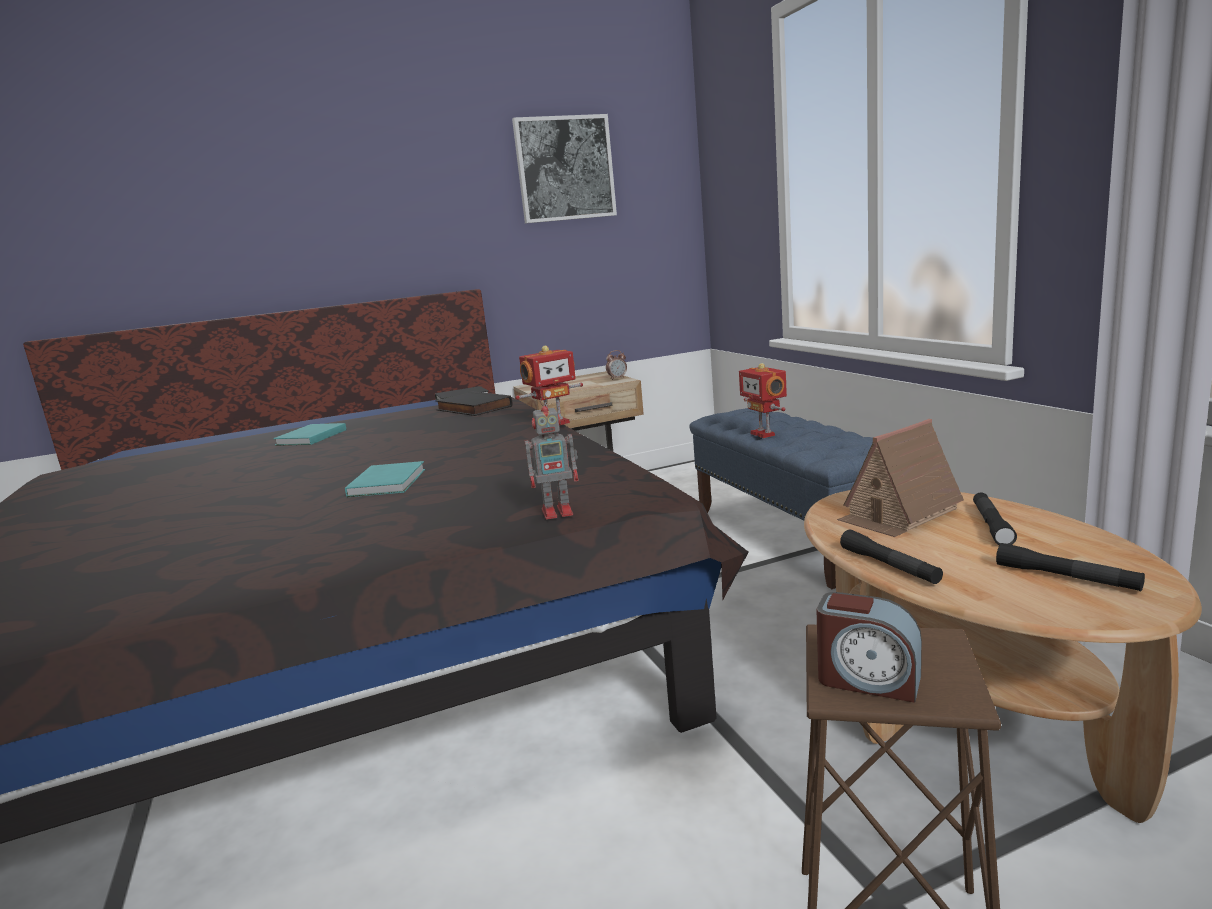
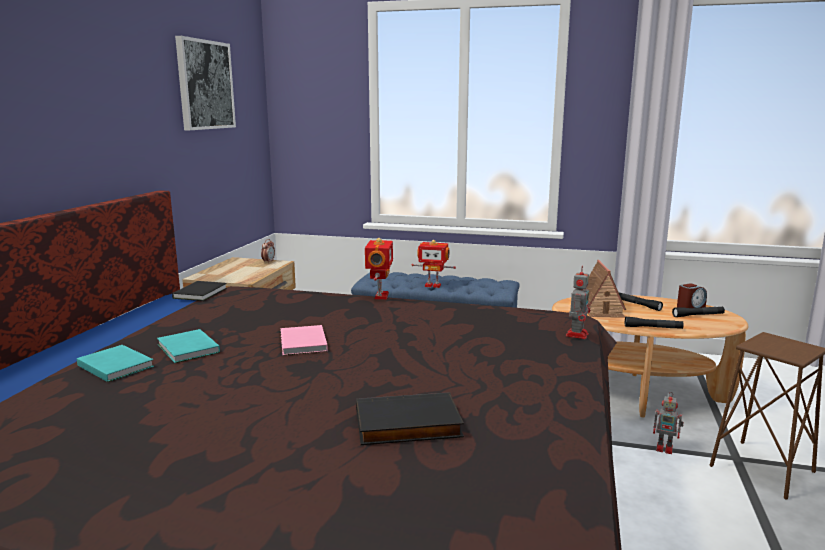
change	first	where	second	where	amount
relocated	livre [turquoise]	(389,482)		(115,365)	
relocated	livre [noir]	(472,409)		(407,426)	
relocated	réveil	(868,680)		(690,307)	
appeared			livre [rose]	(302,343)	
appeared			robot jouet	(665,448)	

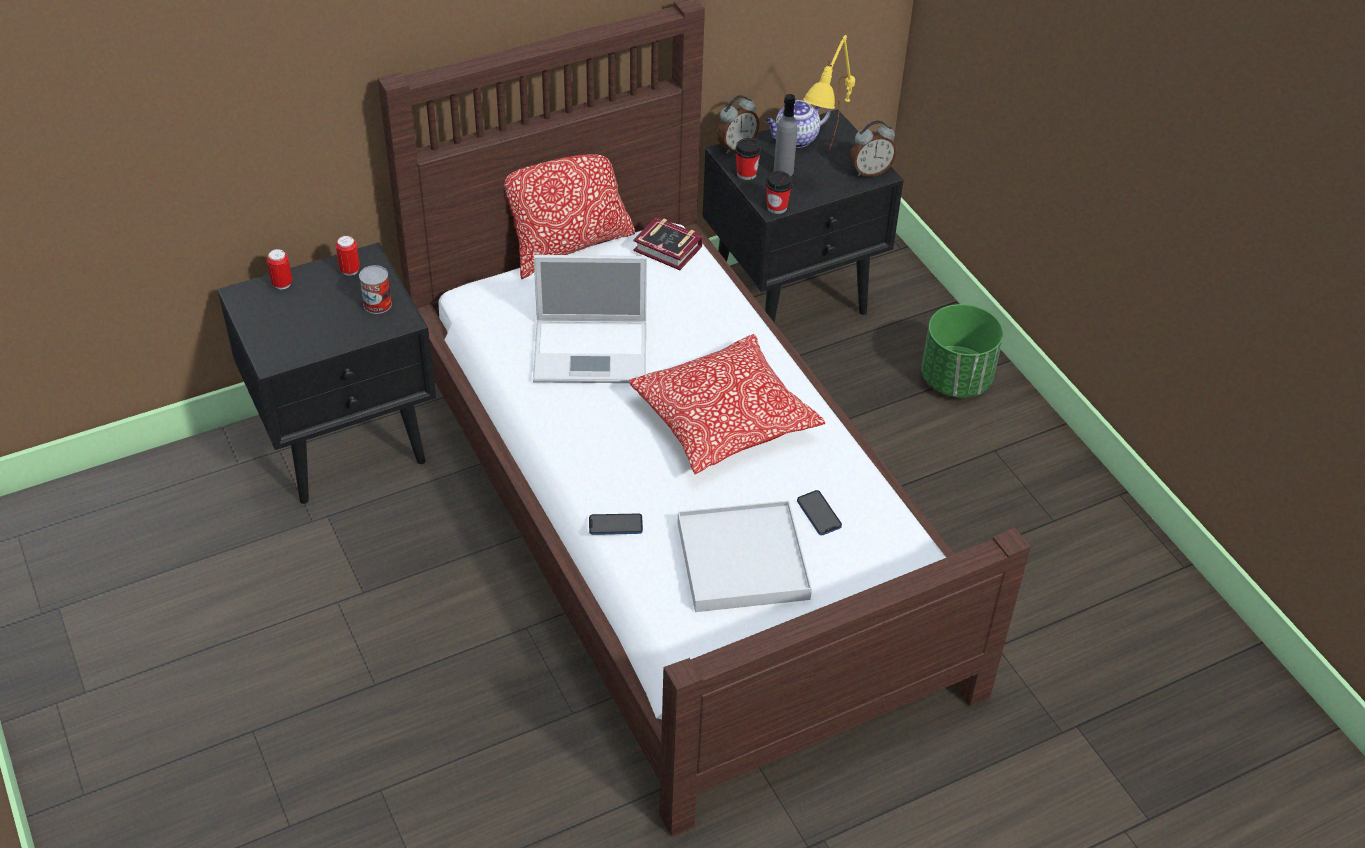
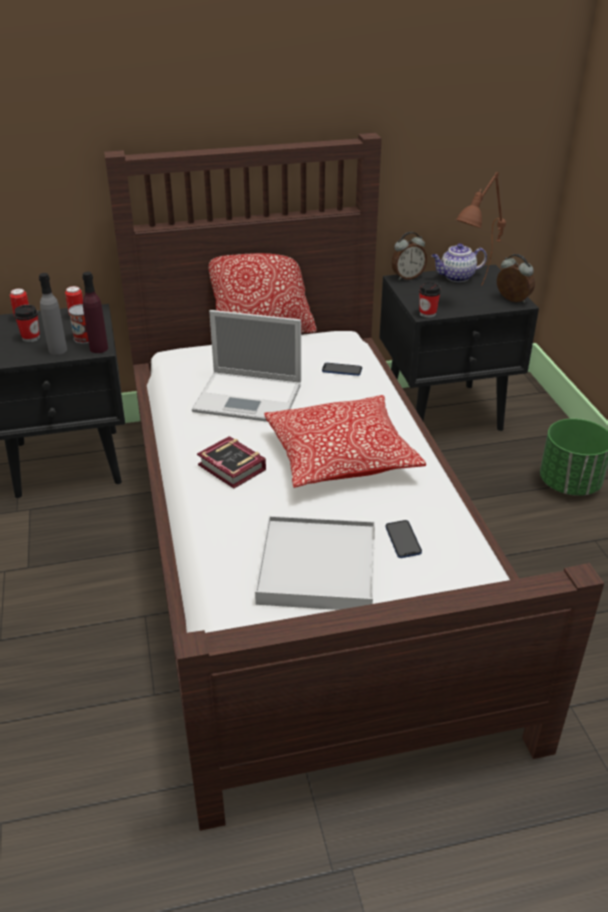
change	first	where	second	where	amount
relocated	téléphone	(615,525)		(342,370)	
relocated	livre	(669,250)		(232,469)	
relocated	tasse	(746,173)		(31,338)	
relocated	bouteille [gris]	(783,171)		(57,350)	
colour	lampe de table [jaune]	(825,171)	lampe de table [marron]	(474,297)	
spun	réveil	(870,171)		(512,300)	135 degrees counterclockwise
appeared			bouteille [violet]	(99,348)	

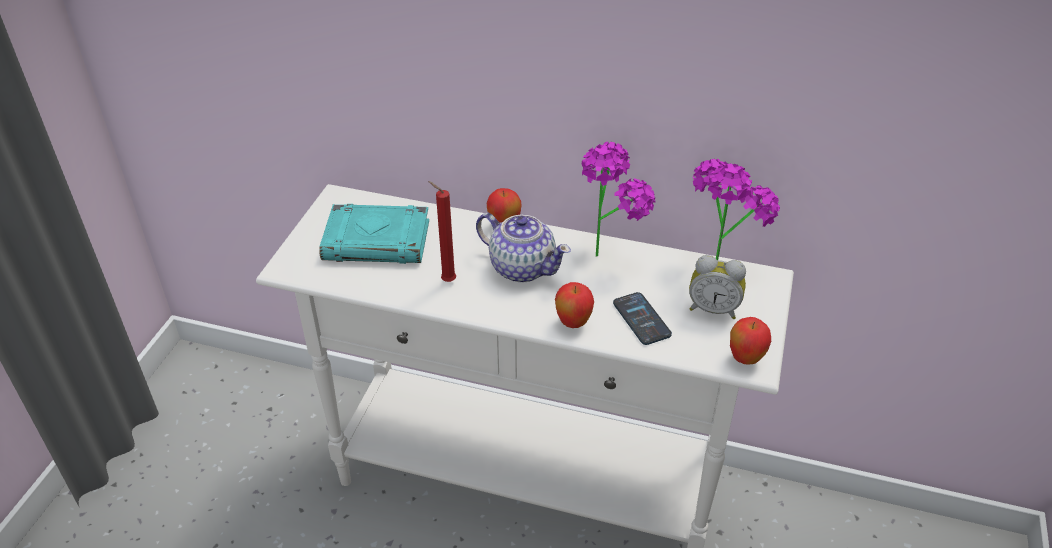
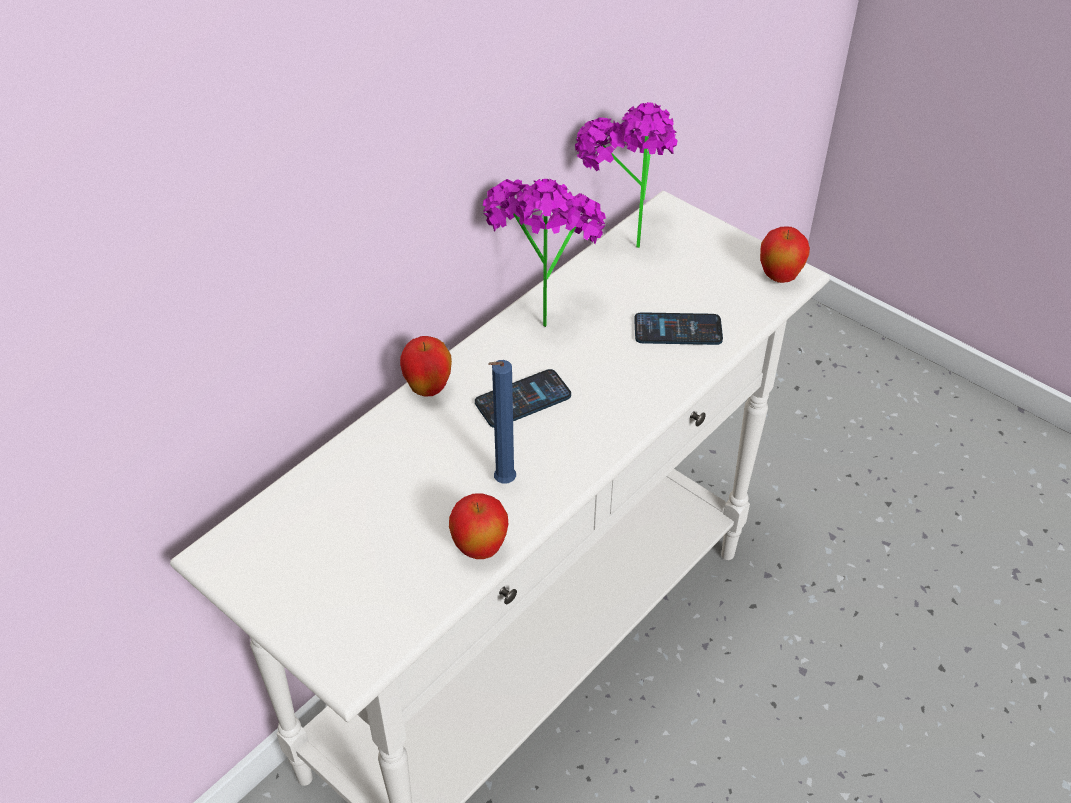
change	first	where	second	where	amount
missing	livre [turquoise]	(378,241)			
colour	bougie [rouge]	(446,281)	bougie [bleu]	(502,483)	
exchanged	théière	(522,267)	téléphone	(523,399)	
relocated	pomme	(573,323)		(480,549)	
missing	réveil	(713,309)			

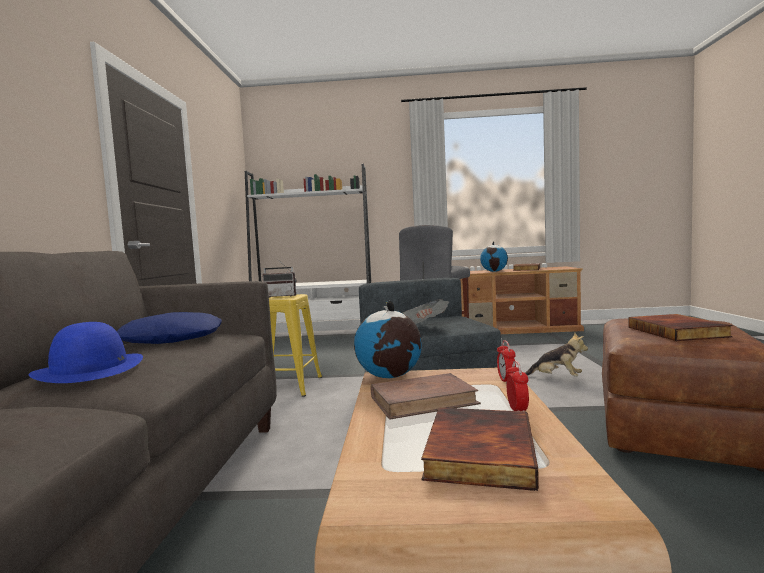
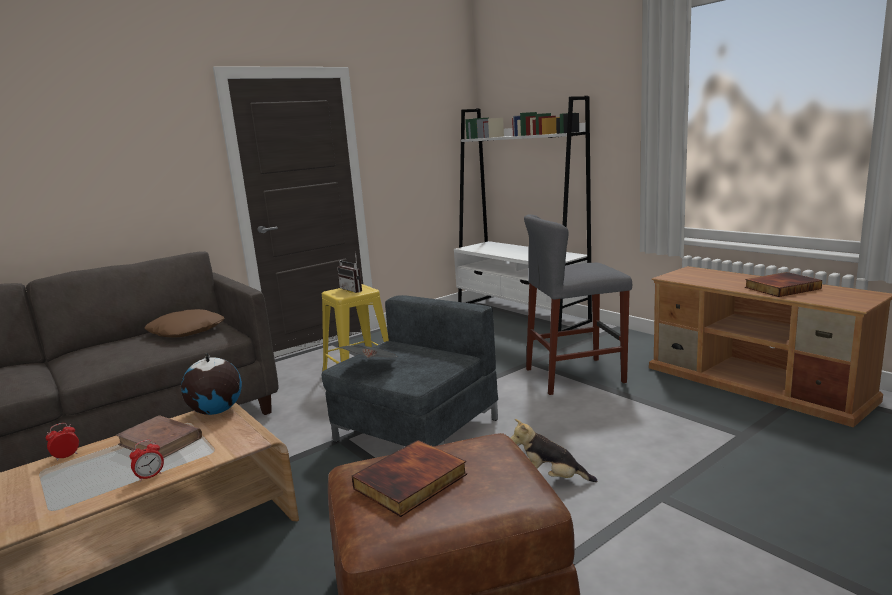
change	first	where	second	where	amount
missing	chapeau [bleu]	(90,369)			
colour	coussin [bleu]	(173,339)	coussin [marron]	(187,331)	
missing	livre	(477,451)			
missing	globe	(494,271)			
relocated	réveil	(506,381)		(66,456)	
spun	peluche	(556,378)		(551,478)	120 degrees clockwise

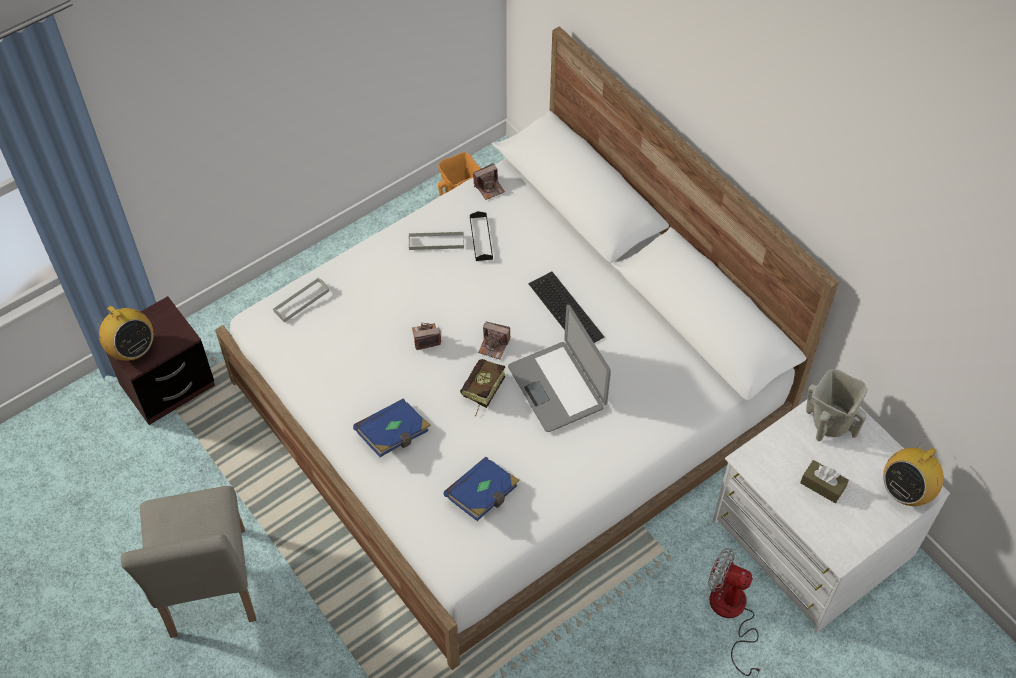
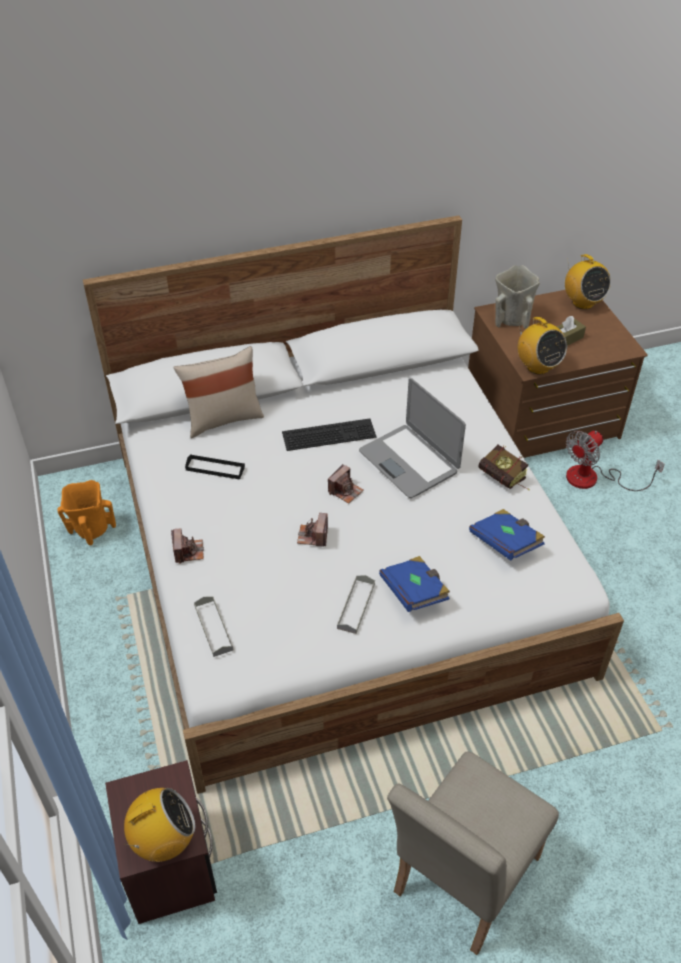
change	first	where	second	where	amount
spun	chaise [beige]	(208,591)		(459,883)	120 degrees clockwise
relocated	plateau [gris]	(436,242)		(356,606)	
relocated	livre	(481,393)		(505,480)	
relocated	appareil photo	(489,187)		(188,551)	
spun	ordinateur portable	(557,387)		(409,461)	60 degrees clockwise
colour	commode [blanc]	(810,539)	commode [marron]	(542,416)	
appeared			coussin [beige]	(223,418)	
appeared			radio	(537,367)	

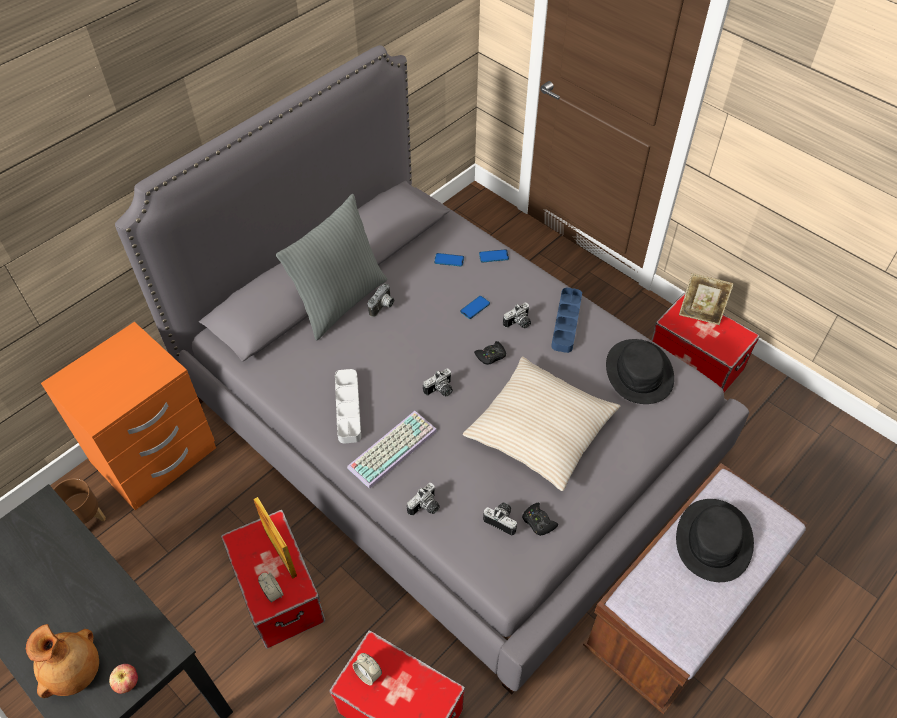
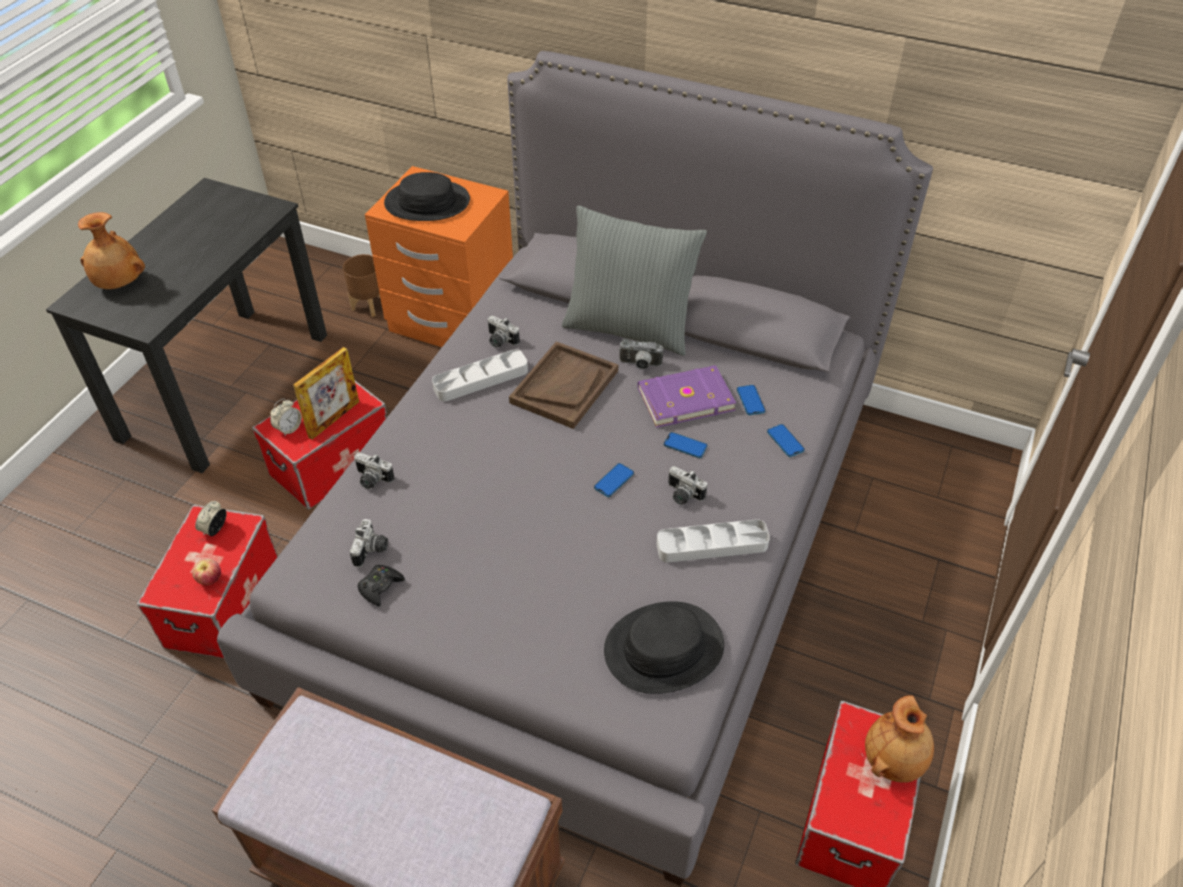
change	first	where	second	where	amount
relocated	pomme	(127,683)		(210,580)	
missing	clavier	(392,447)			
relocated	appareil photo	(440,390)		(499,341)	
missing	coussin [beige]	(540,430)			
exchanged	manette [noir]	(491,356)	téléphone	(614,481)	
colour	plateau [bleu]	(566,322)	plateau [gris]	(712,545)	
relocated	chapeau [noir]	(714,541)		(427,203)	
exchanged	cadre photo	(700,314)	vase [marron]	(894,761)	
appeared			plateau [marron]	(564,386)	
appeared			livre [violet]	(684,398)	

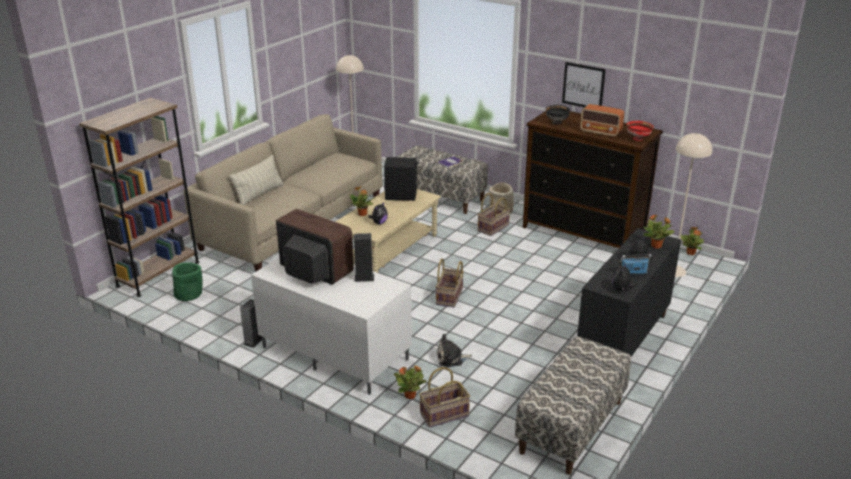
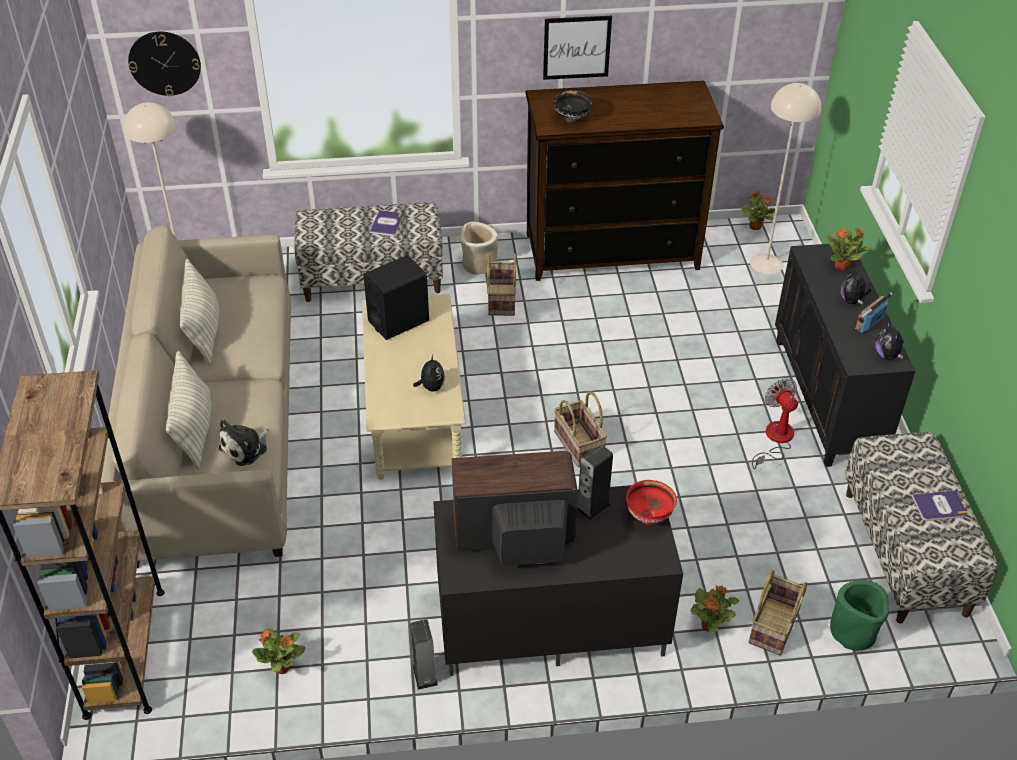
change	first	where	second	where	amount
relocated	cache-pot [vert]	(188,295)		(854,632)	
colour	meuble télé [blanc]	(333,353)	meuble télé [noir]	(549,624)	
relocated	plante en pot	(362,214)		(283,667)	
relocated	peluche	(451,358)		(246,448)	
missing	radio	(601,132)			
relocated	bol [rouge]	(638,139)		(648,516)	
appeared			horloge murale	(164,63)	
appeared			coussin	(204,330)	
appeared			ventilateur	(775,440)	
appeared			livre	(939,506)	

